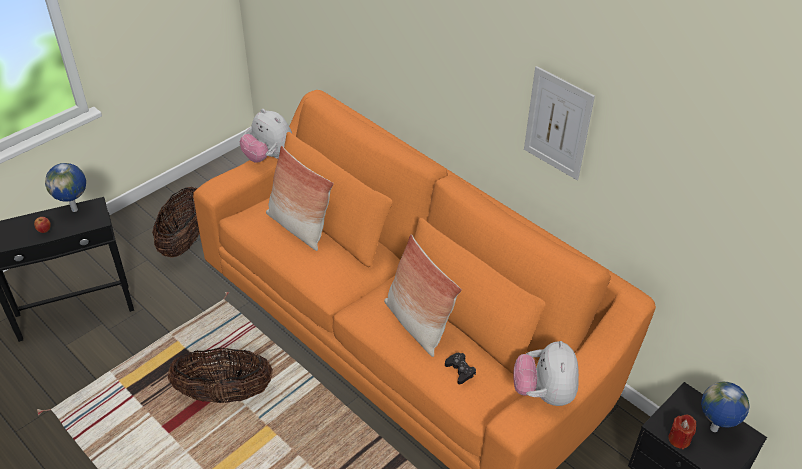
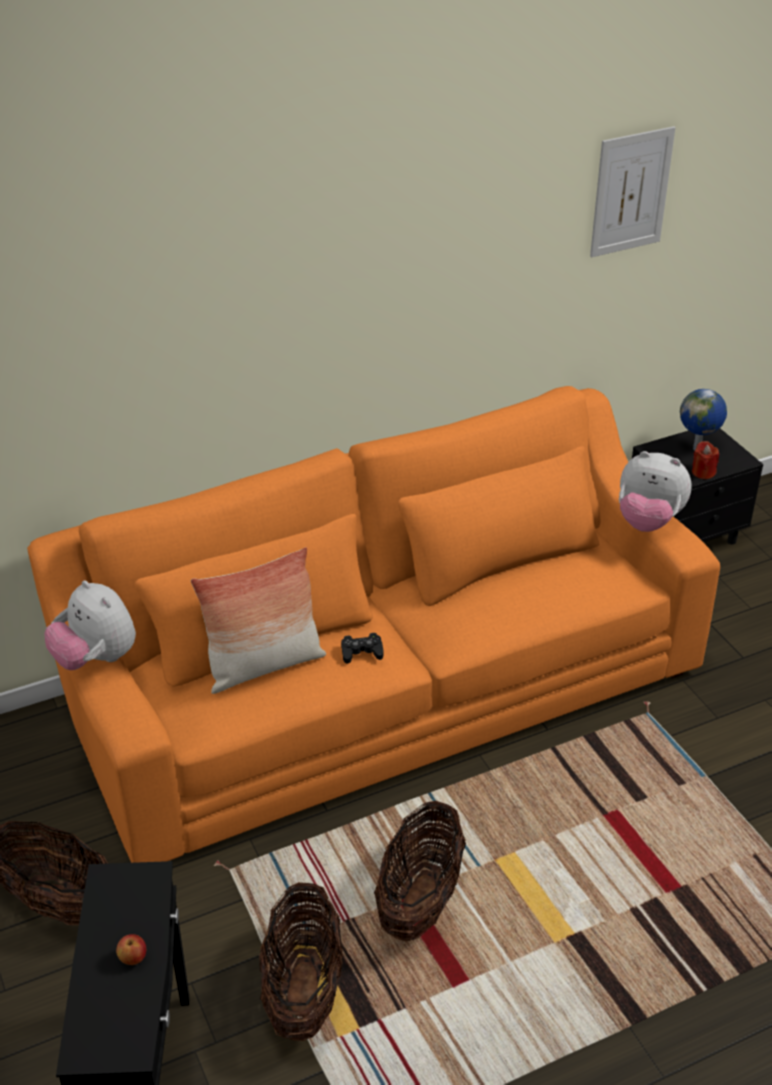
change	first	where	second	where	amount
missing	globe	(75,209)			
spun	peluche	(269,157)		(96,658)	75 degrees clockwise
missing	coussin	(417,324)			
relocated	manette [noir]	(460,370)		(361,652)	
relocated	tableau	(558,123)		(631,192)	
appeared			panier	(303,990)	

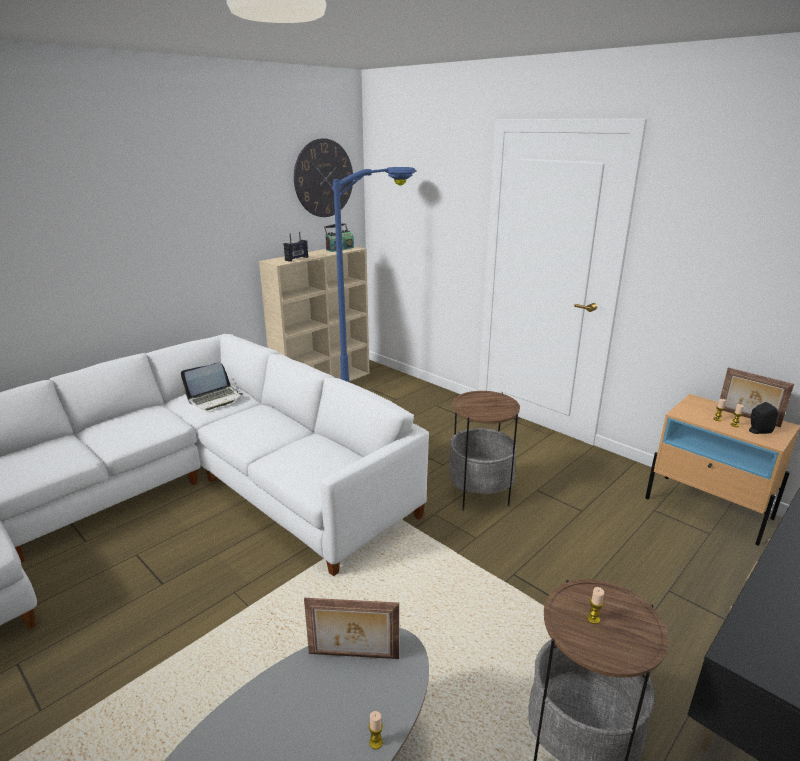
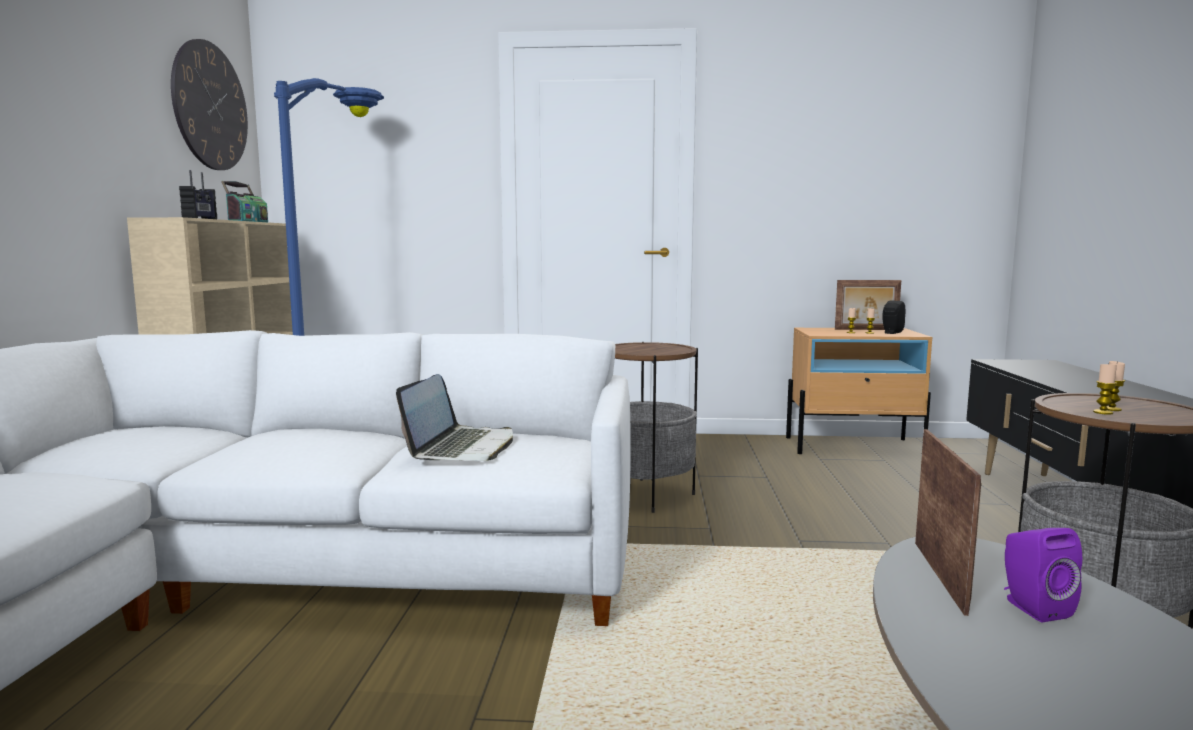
change	first	where	second	where	amount
relocated	ordinateur portable	(215,399)		(462,447)	
spun	cadre photo	(353,657)		(942,575)	45 degrees counterclockwise
relocated	bougie	(376,742)		(1103,412)	
appeared			enceinte [violet]	(1032,607)	

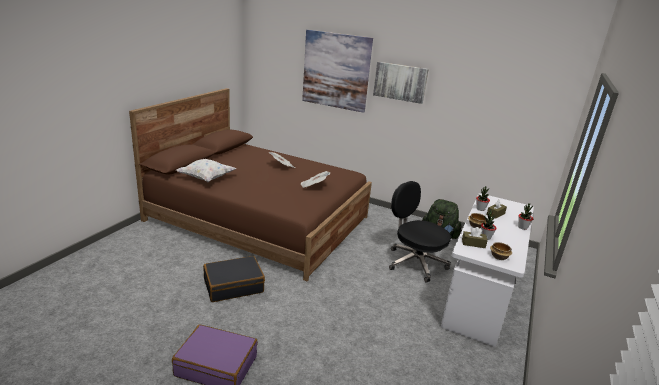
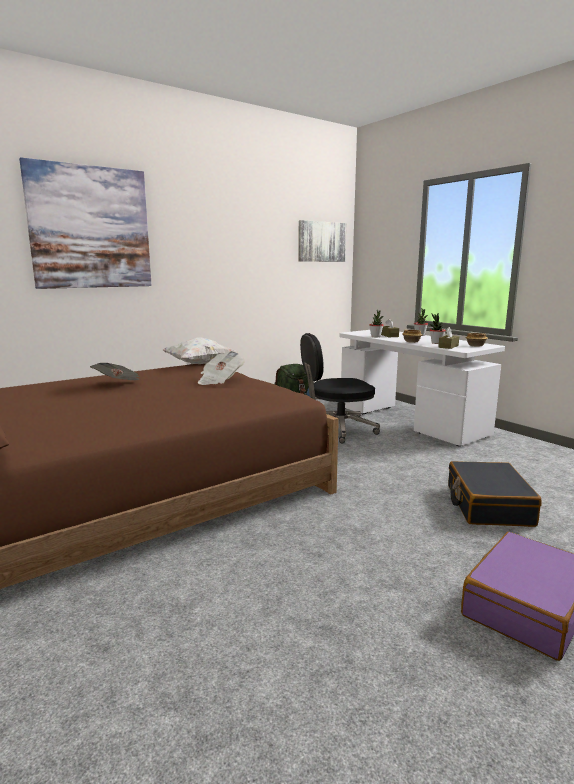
change	first	where	second	where	amount
relocated	coussin [blanc]	(206,178)		(199,364)	
relocated	valise [noir]	(233,285)		(488,505)	
relocated	tableau	(400,82)		(321,242)	

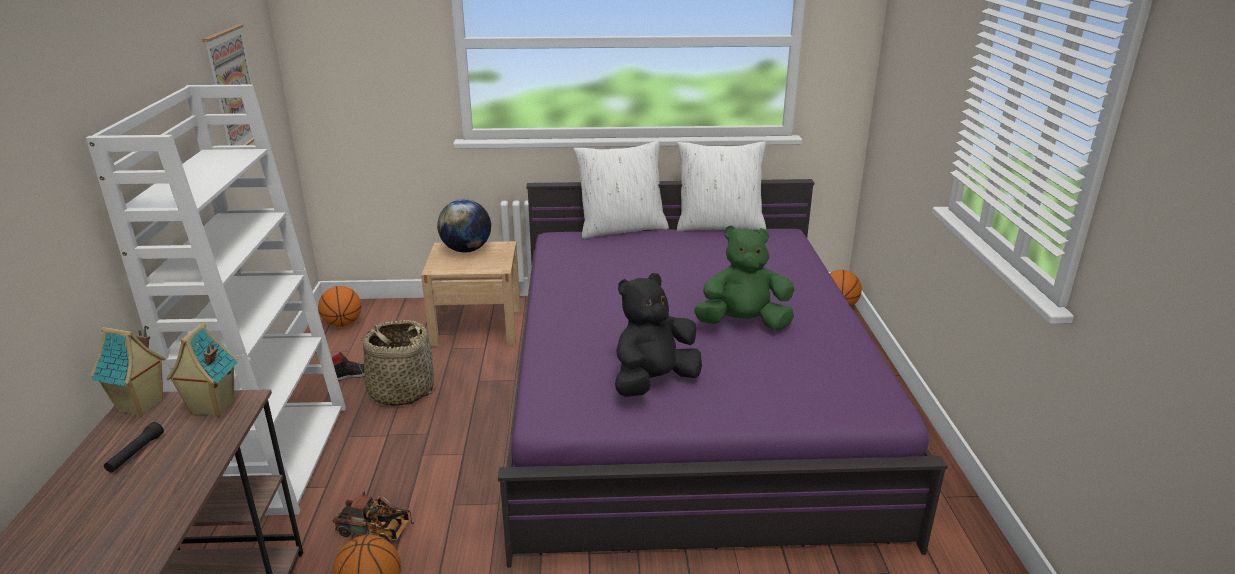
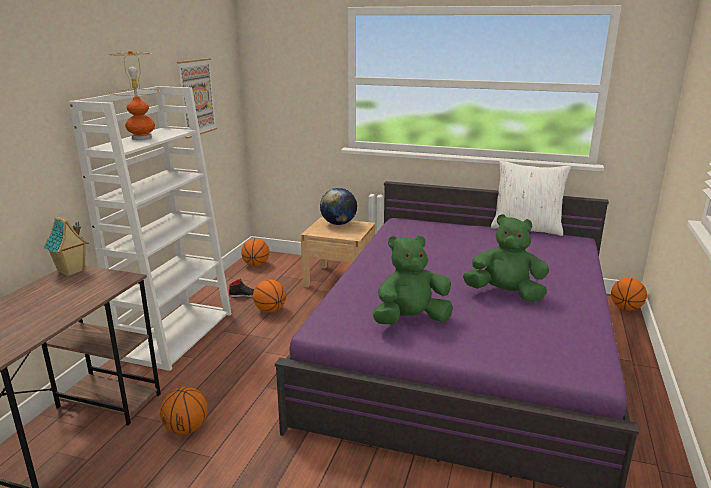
change	first	where	second	where	amount
missing	lampe de poche [noir]	(135,453)			
missing	maison miniature	(212,408)			
missing	camion jouet	(377,531)			
exchanged	panier	(401,391)	ballon de basket	(270,310)	
missing	coussin [blanc]	(621,228)			
colour	peluche [noir]	(653,382)	peluche [vert]	(411,320)	
appeared			lampe de table	(142,138)	

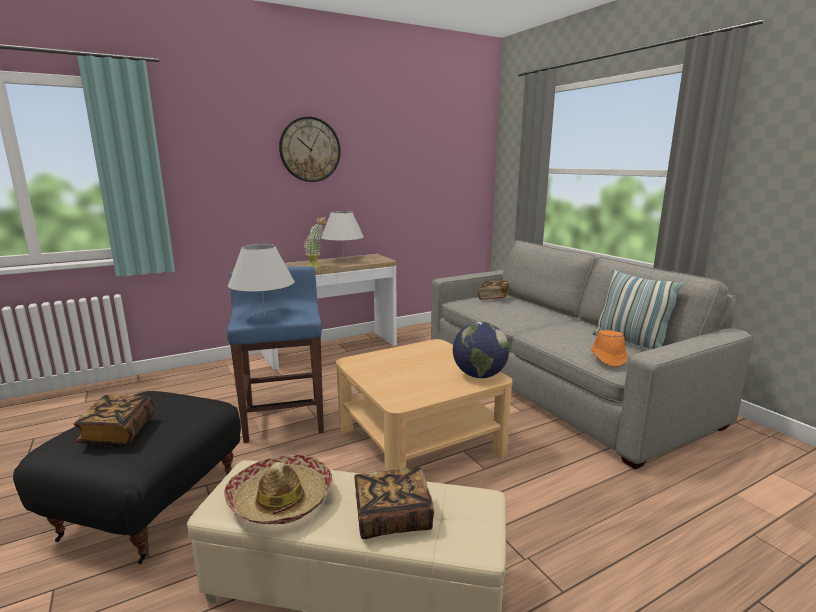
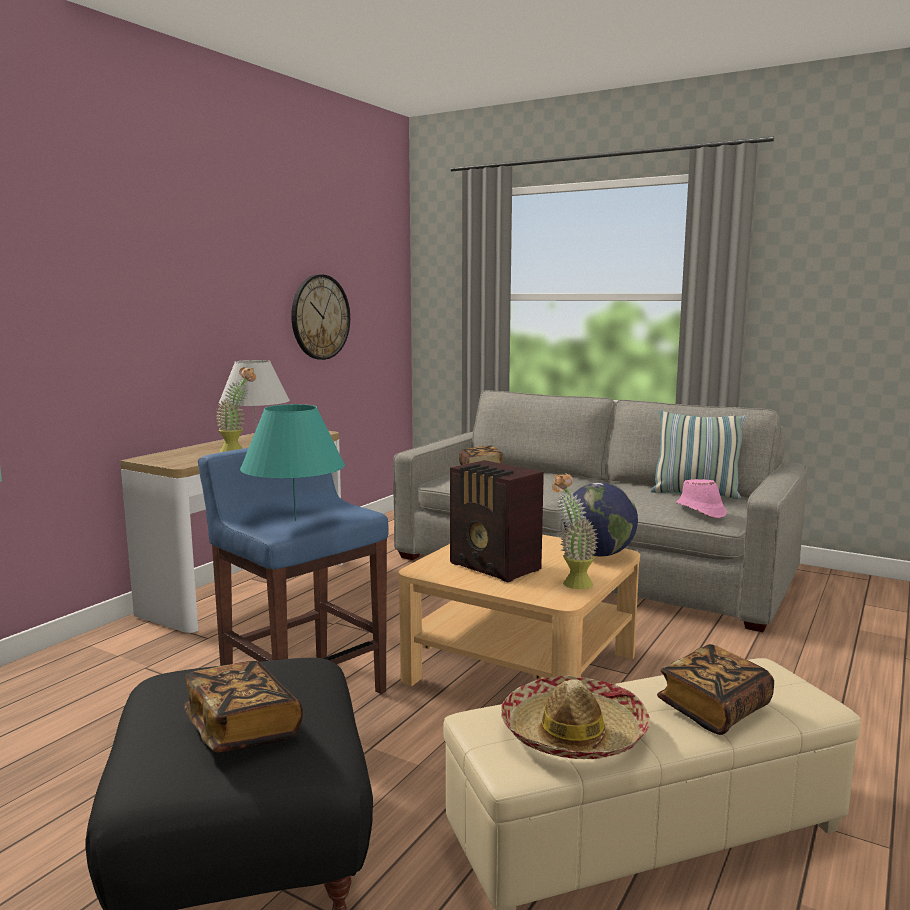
change	first	where	second	where	amount
colour	lampe de table [blanc]	(264,316)	lampe de table [turquoise]	(295,520)	
relocated	horloge murale	(310,149)		(320,317)	
colour	chapeau [orange]	(607,357)	chapeau [rose]	(700,511)	
appeared			radio	(495,567)	
appeared			plante en pot	(571,582)	

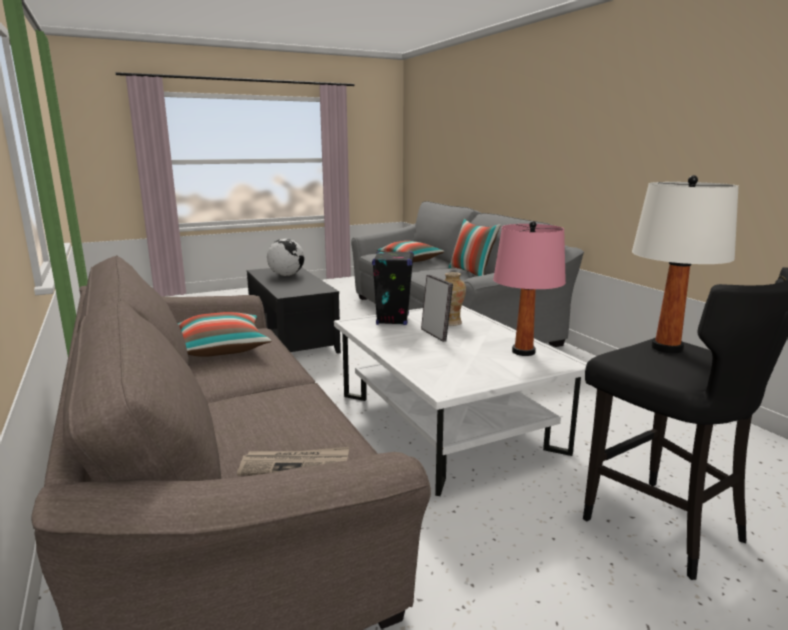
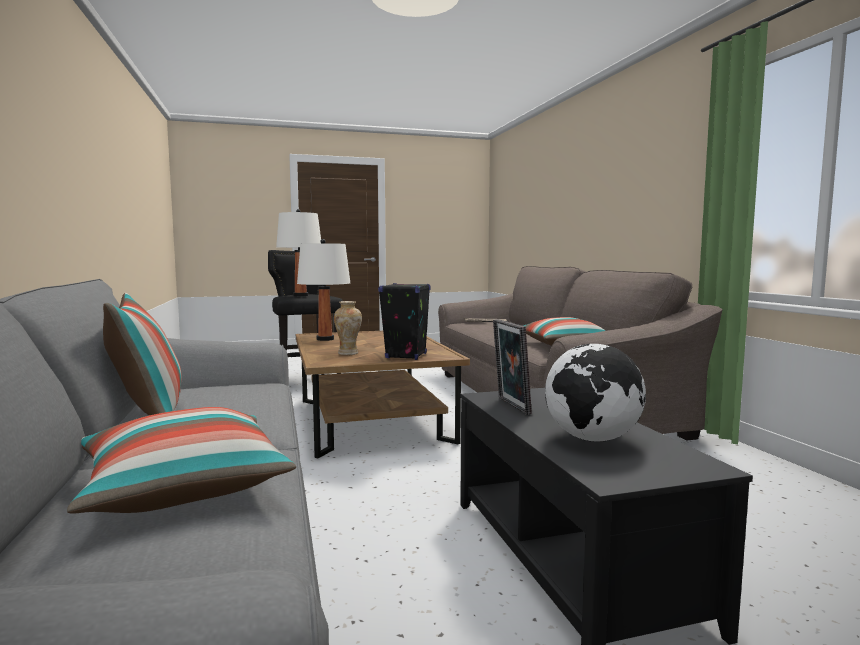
change	first	where	second	where	amount
colour	table basse [blanc]	(446,422)	table basse [marron]	(372,420)	
relocated	cadre photo	(435,334)		(510,406)	
colour	lampe de table [rose]	(523,352)	lampe de table [blanc]	(325,339)	

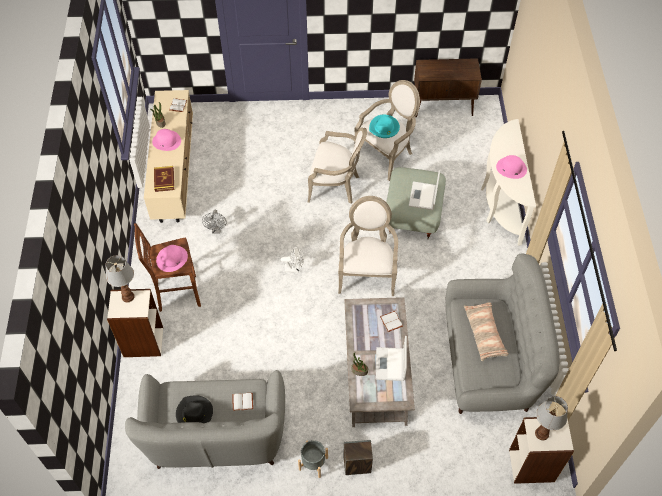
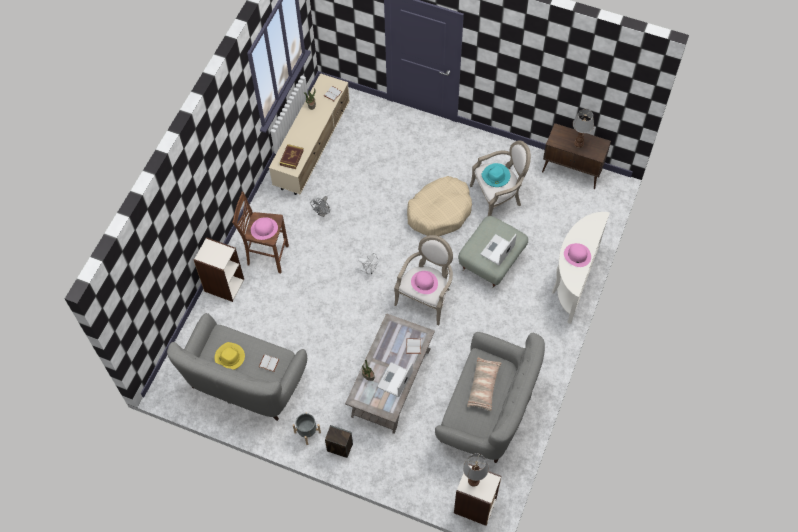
change	first	where	second	where	amount
relocated	lampe de table	(128,296)		(579,143)	
relocated	chapeau [rose]	(166,141)		(424,282)	
colour	chapeau [noir]	(194,413)	chapeau [jaune]	(229,357)	
exchanged	fauteuil	(336,186)	panier pour chien [beige]	(439,211)	

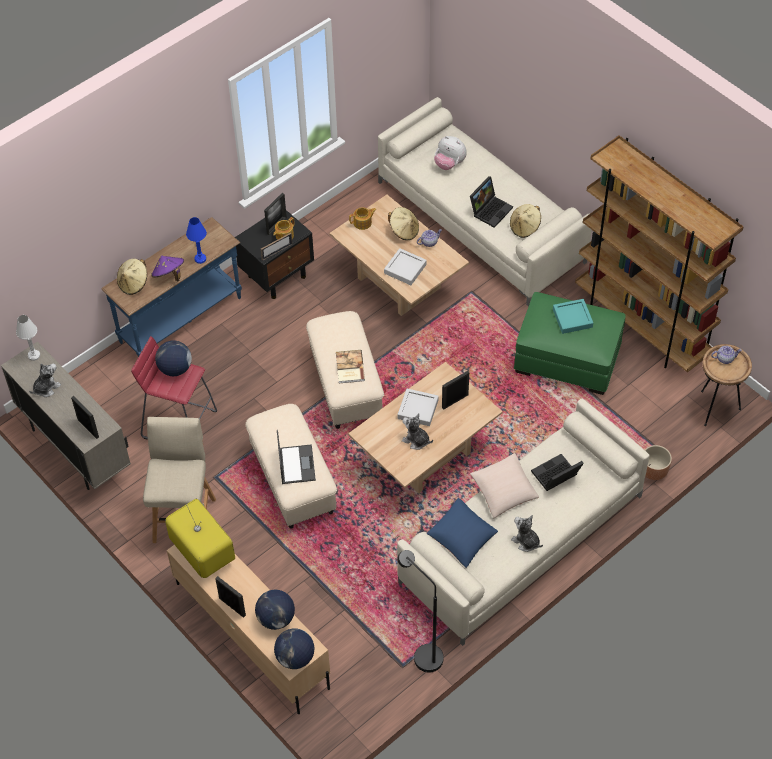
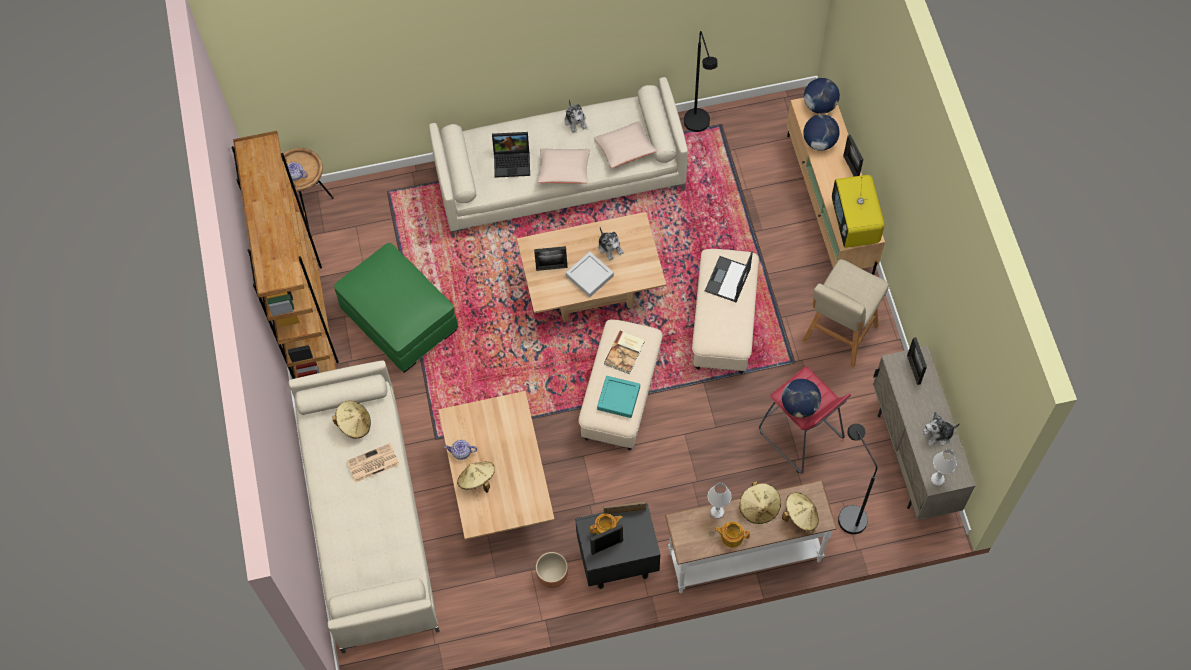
change	first	where	second	where	amount
colour	table console [bleu]	(181,321)	table console [blanc]	(744,555)	
colour	chapeau [violet]	(169,275)	chapeau [beige]	(759,508)	
colour	lampe de table [bleu]	(200,259)	lampe de table [blanc]	(717,512)	
relocated	théière	(363,223)		(731,536)	
missing	plateau [gris]	(405,269)			
colour	coussin [bleu]	(462,538)	coussin [beige]	(625,150)	
missing	peluche	(449,164)			
exchanged	ordinateur portable	(490,209)	journal	(372,463)	
relocated	plateau [turquoise]	(572,318)		(618,398)	
relocated	cache-pot [marron]	(653,471)		(553,575)	
appeared			lampadaire [noir]	(848,513)	

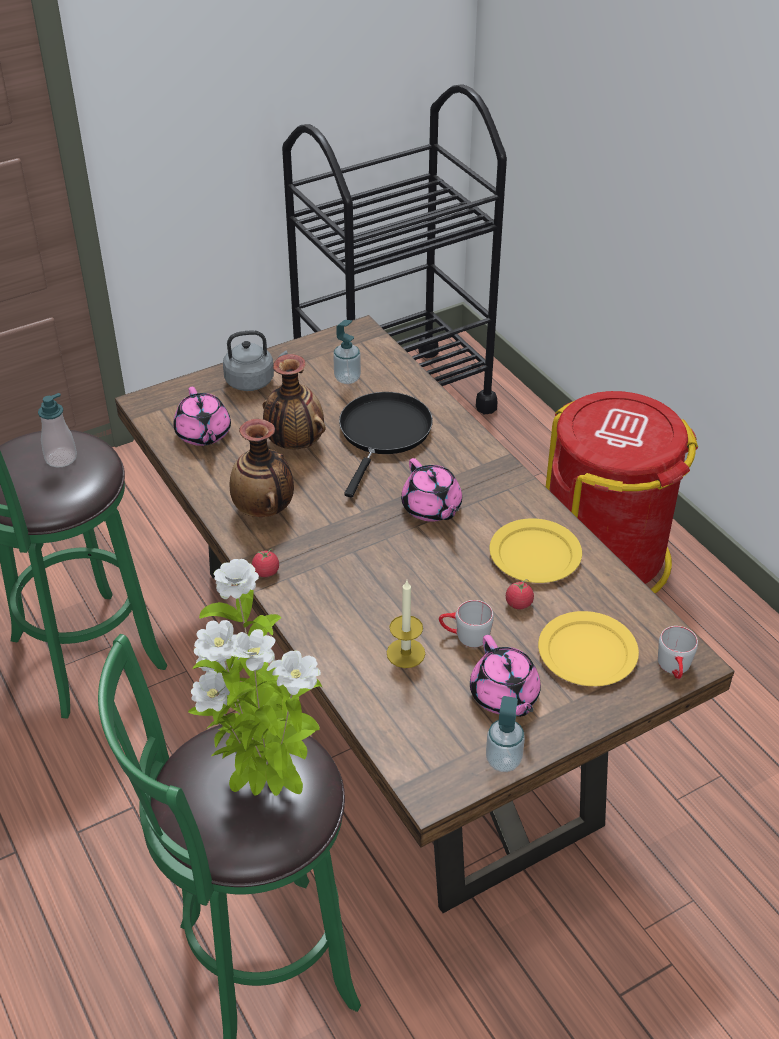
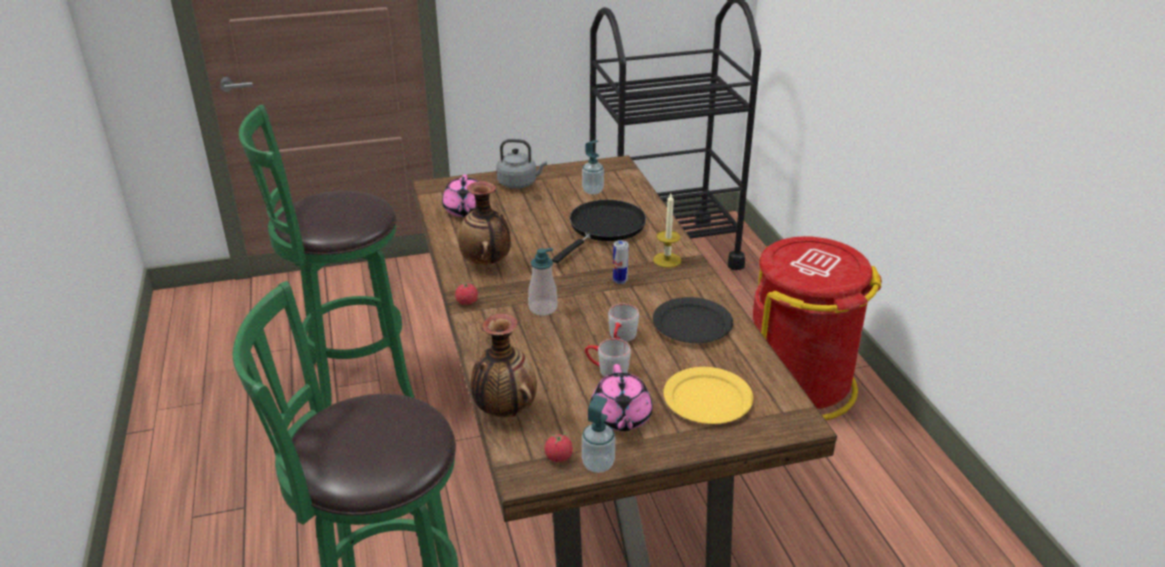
change	first	where	second	where	amount
relocated	distributeur de savon	(61,458)		(543,308)	
missing	plante en pot	(266,785)			
relocated	vase	(294,444)		(504,410)	
relocated	bougie	(405,653)		(667,260)	
exchanged	théière [rose]	(432,508)	boîte métallique	(620,281)	
colour	assiette [jaune]	(536,554)	assiette [noir]	(693,324)	
relocated	tomate	(518,603)		(558,457)	
relocated	mug [gris]	(675,668)		(621,338)	

